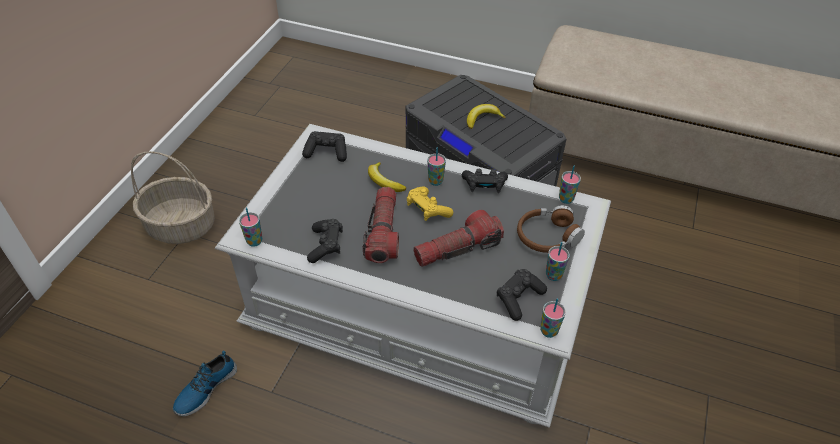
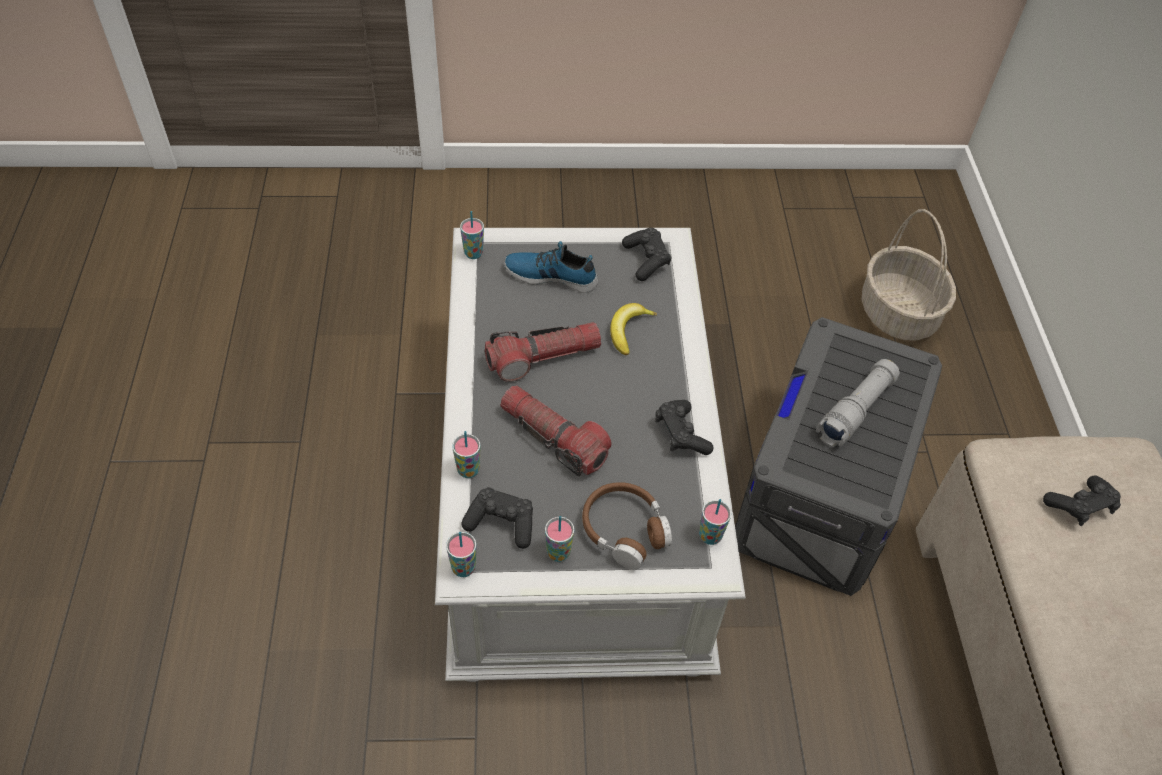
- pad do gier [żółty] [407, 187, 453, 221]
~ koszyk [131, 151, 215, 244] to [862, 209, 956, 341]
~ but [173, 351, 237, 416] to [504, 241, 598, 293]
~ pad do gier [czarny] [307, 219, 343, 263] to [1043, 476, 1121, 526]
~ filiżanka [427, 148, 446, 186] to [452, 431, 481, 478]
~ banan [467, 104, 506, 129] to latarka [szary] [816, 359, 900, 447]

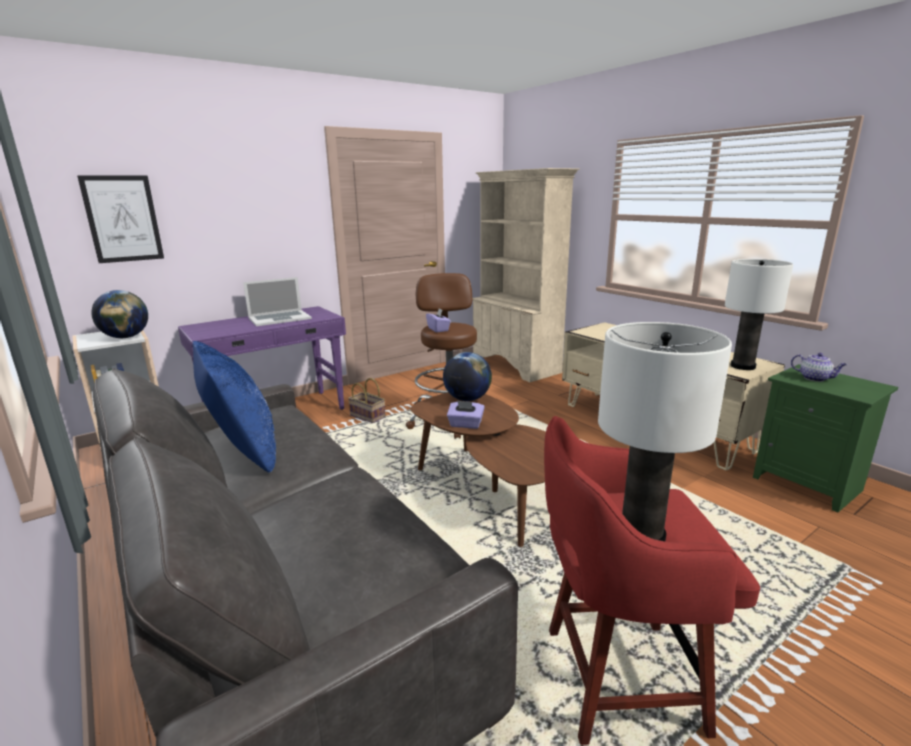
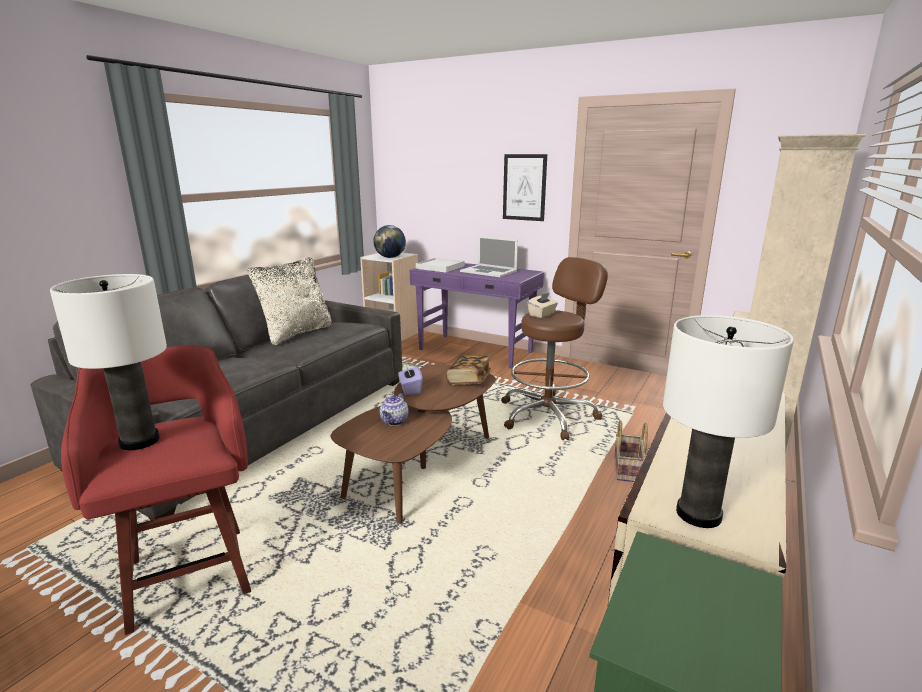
+ taca [biały] [416, 258, 465, 272]
~ obraz [77, 175, 164, 263] to [503, 154, 547, 221]
~ koszyk [348, 378, 386, 423] to [614, 420, 648, 482]
~ imbryk [791, 353, 847, 382] to [379, 393, 409, 426]
~ globus [443, 352, 492, 401] to książka [446, 355, 491, 385]
~ poduszka [niebieski] [192, 341, 276, 473] to poduszka [beżowy] [247, 257, 332, 345]
~ pudełko chusteczek [fioletowy] [426, 308, 451, 332] to pudełko chusteczek [beżowy] [527, 293, 558, 318]

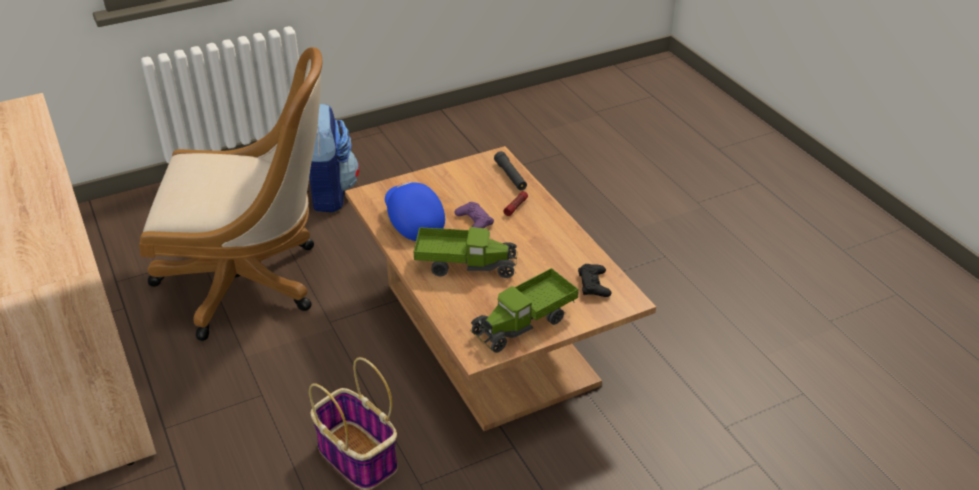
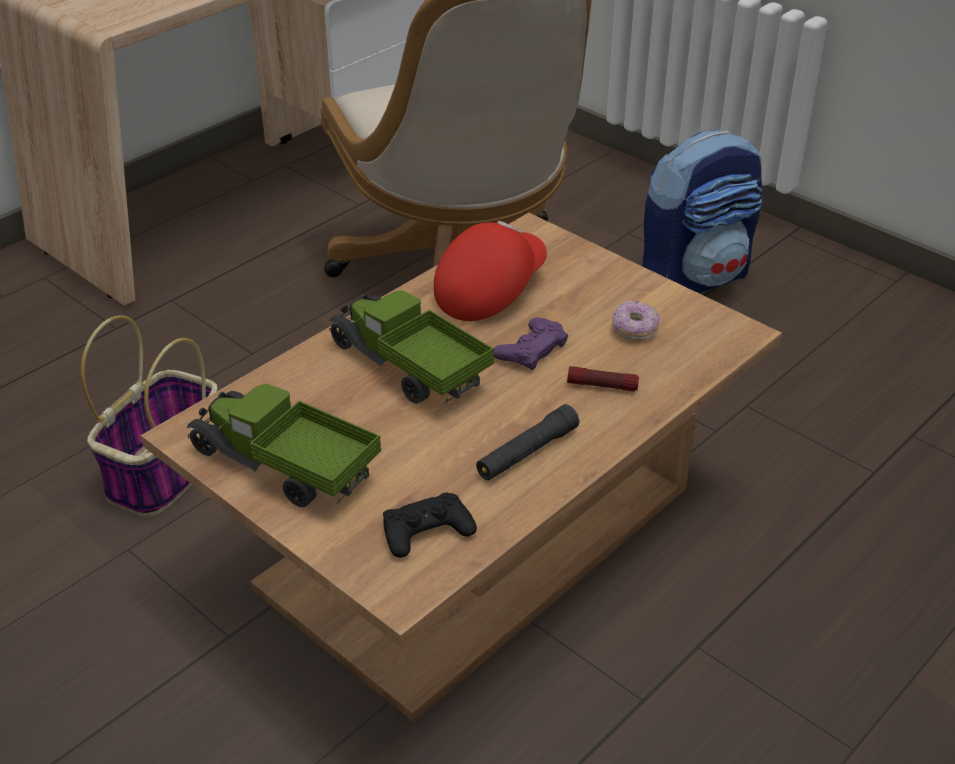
+ donut [612, 300, 660, 341]
~ latarka [czarny] [494, 151, 527, 190] to [476, 404, 579, 480]
~ czapka z daszkiem [niebieski] [385, 182, 445, 241] to czapka z daszkiem [czerwony] [434, 221, 547, 321]
~ ciężarówka zabawkowa [413, 227, 518, 278] = [329, 291, 494, 404] 150 degrees clockwise

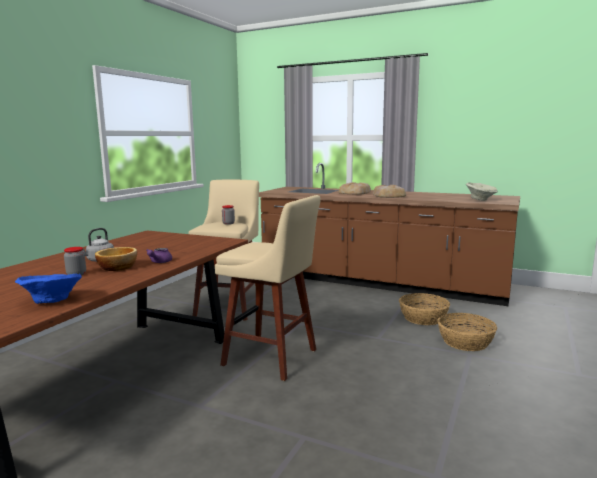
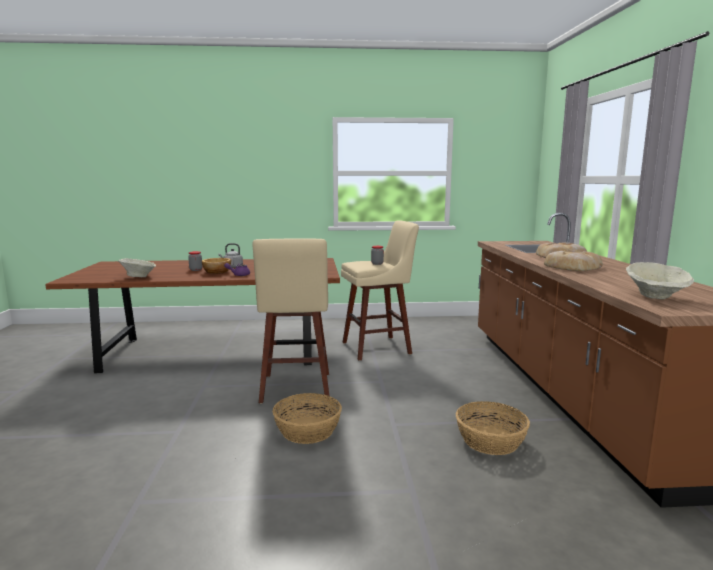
~ koszyk [438, 313, 497, 351] to [272, 393, 342, 444]
~ miska [niebieski] [15, 273, 82, 304] to miska [beżowy] [118, 258, 156, 277]

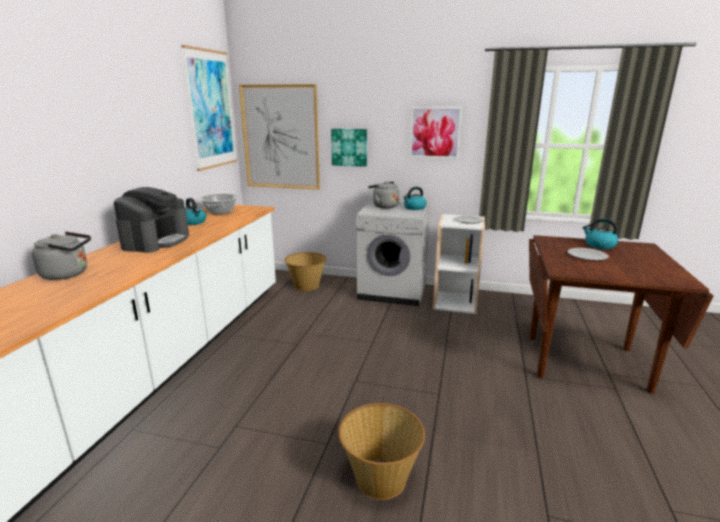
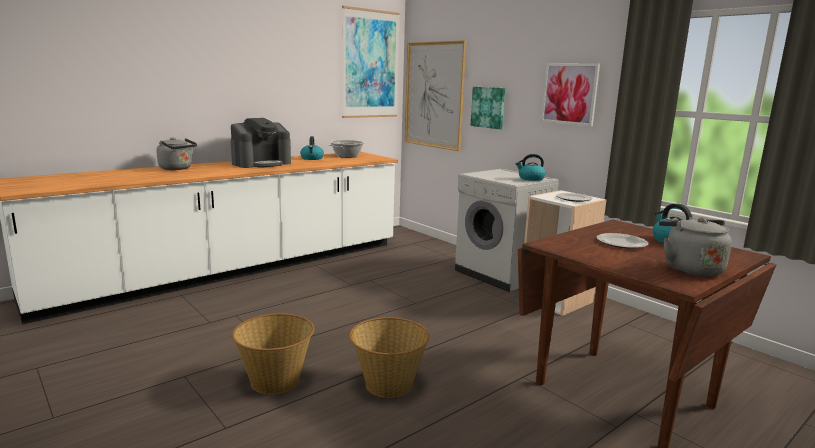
~ koszyk [284, 252, 326, 291] to [349, 317, 429, 398]
~ czajnik [szary] [368, 181, 399, 209] to [659, 218, 732, 277]

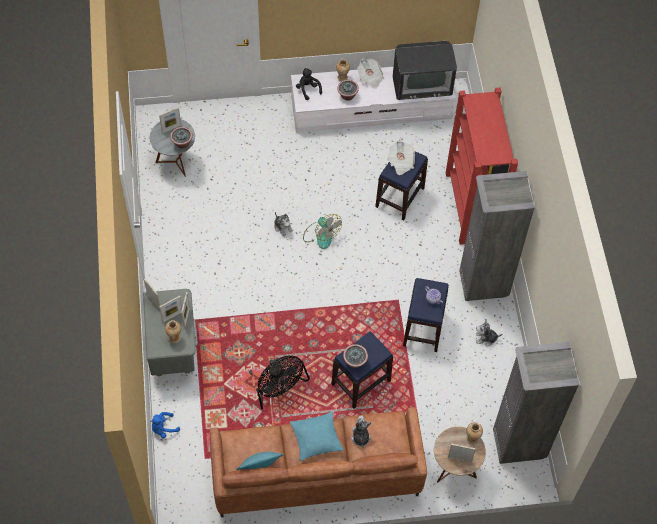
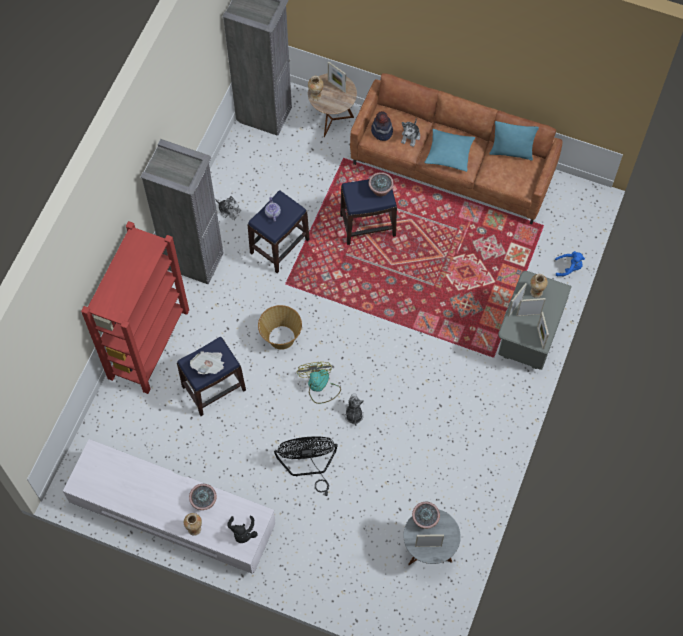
- gazeta [357, 58, 384, 89]
- telewizor [393, 41, 457, 100]
+ koszyk [258, 305, 302, 350]
+ kapelusz [371, 111, 393, 141]
~ wentylator [czarny] [249, 355, 310, 409] to [274, 436, 338, 496]

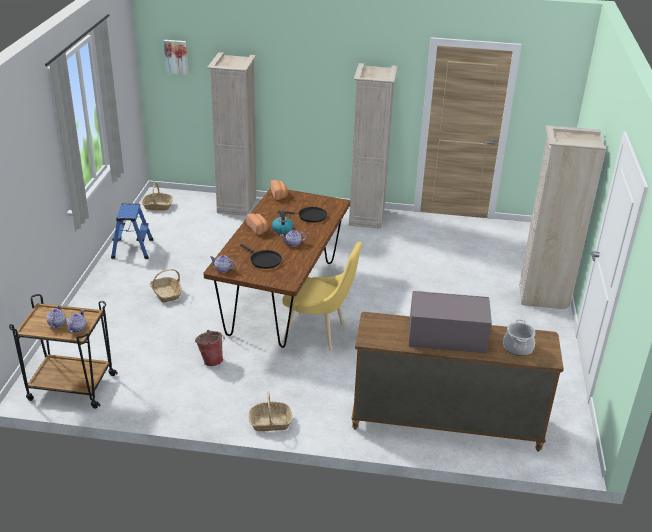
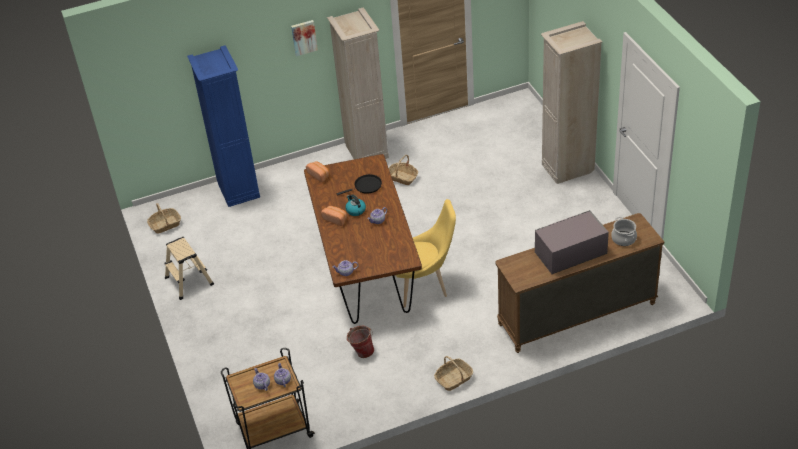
- patelnia [czarny] [240, 244, 282, 269]
~ koszyk [150, 269, 182, 303] to [389, 155, 418, 185]
~ obraz [164, 40, 188, 75] to [291, 20, 318, 56]
~ drabinka [niebieski] [111, 204, 153, 259] to drabinka [beżowy] [164, 236, 214, 300]
~ szafka [beżowy] [208, 52, 256, 216] to szafka [niebieski] [187, 45, 260, 207]

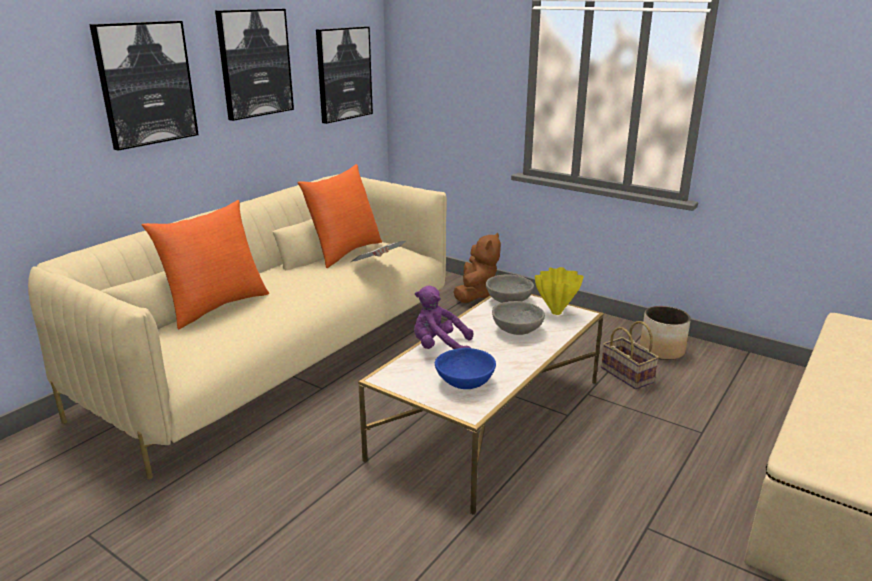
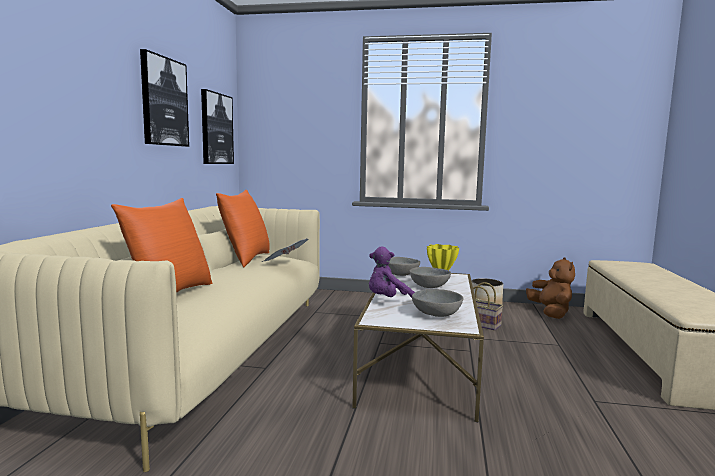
- obraz [89, 21, 199, 151]
~ pluszak [brązowy] [454, 232, 501, 303] to [526, 257, 575, 319]
~ miska [niebieski] [435, 348, 496, 389] to miska [szary] [412, 289, 463, 317]

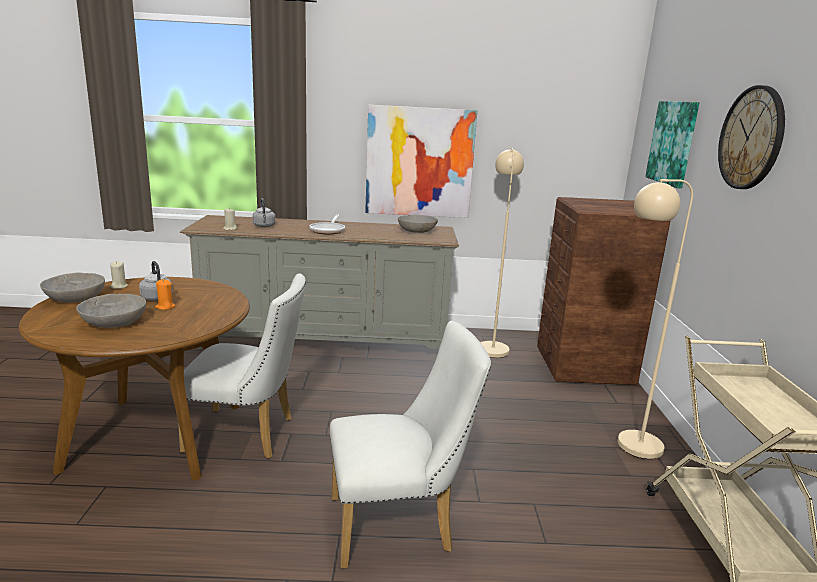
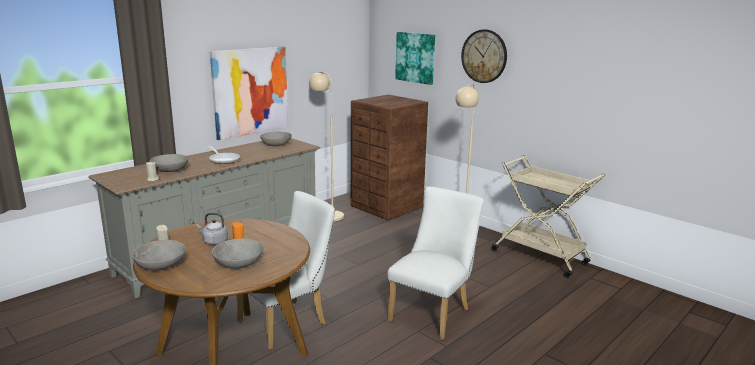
~ czajnik [szary] [252, 198, 275, 227] to miska [szary] [150, 154, 188, 172]

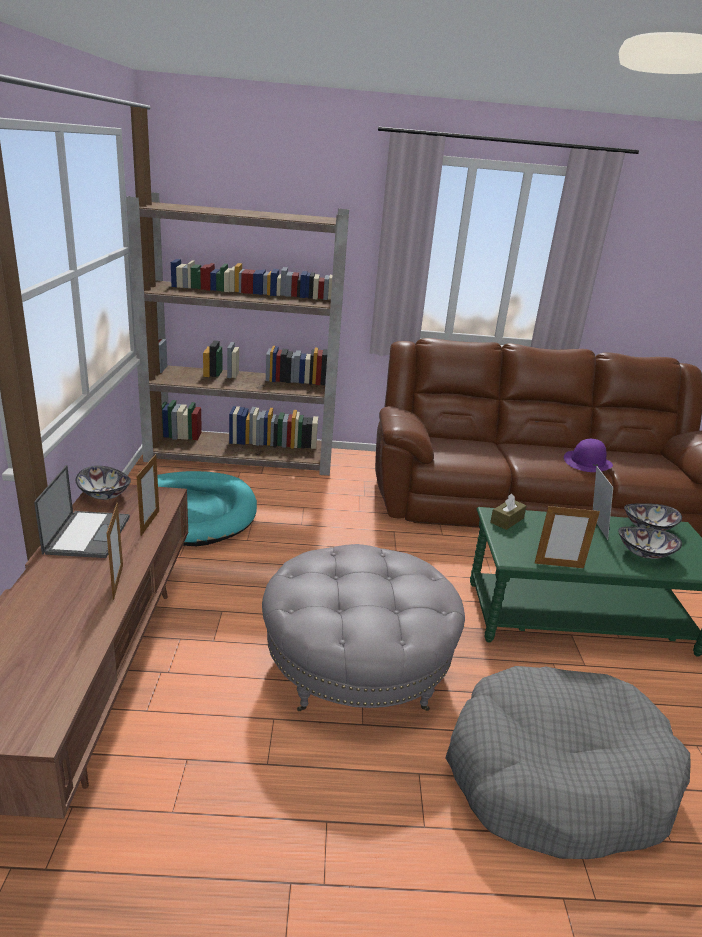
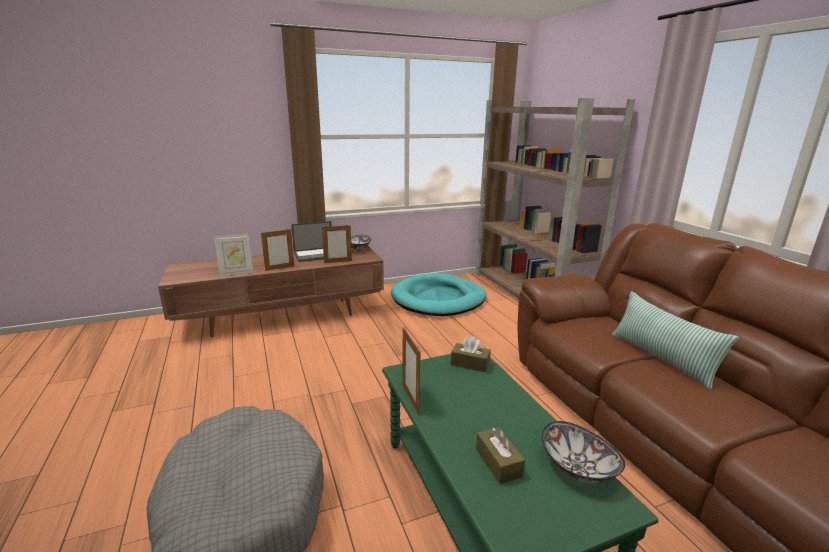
- pufa [szary] [262, 544, 465, 711]
- kapelusz [fioletowy] [564, 439, 613, 472]
+ poduszka [612, 291, 739, 390]
~ ramka na zdjęcie [593, 466, 613, 540] to [214, 234, 253, 276]
~ miska [618, 527, 682, 559] to pudełko chusteczek [brązowy] [476, 428, 525, 484]

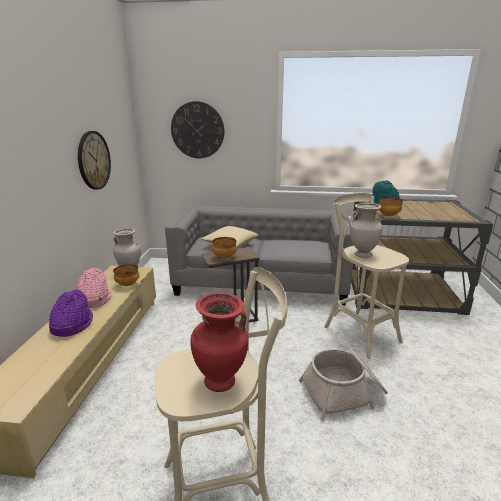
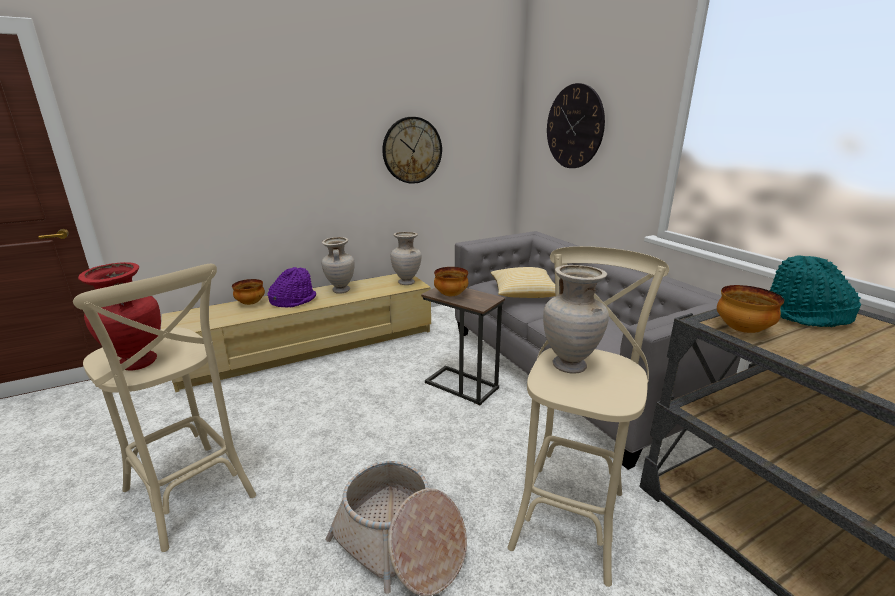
~ miska [113, 264, 139, 286] to [232, 279, 265, 305]
~ kapelusz [różowy] [76, 268, 111, 308] to wazon [beżowy] [322, 237, 355, 294]

